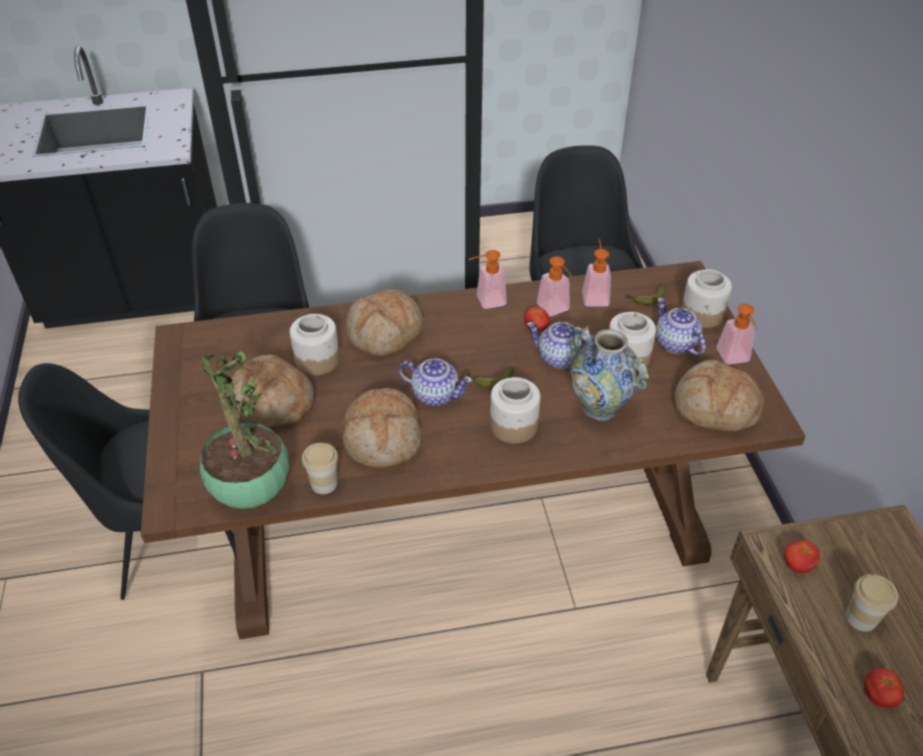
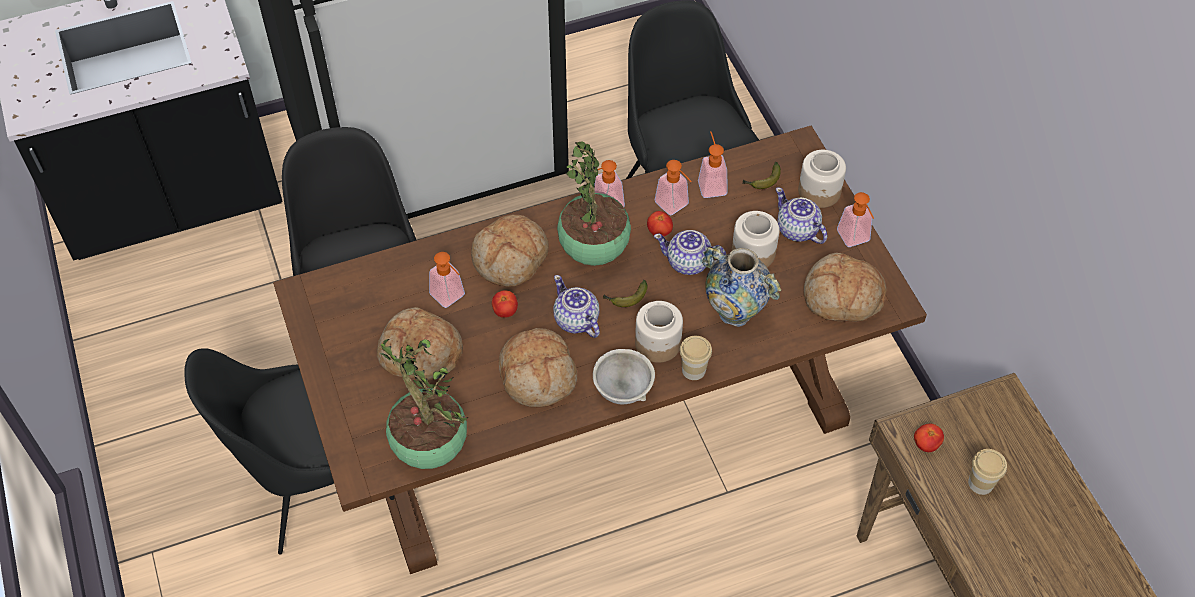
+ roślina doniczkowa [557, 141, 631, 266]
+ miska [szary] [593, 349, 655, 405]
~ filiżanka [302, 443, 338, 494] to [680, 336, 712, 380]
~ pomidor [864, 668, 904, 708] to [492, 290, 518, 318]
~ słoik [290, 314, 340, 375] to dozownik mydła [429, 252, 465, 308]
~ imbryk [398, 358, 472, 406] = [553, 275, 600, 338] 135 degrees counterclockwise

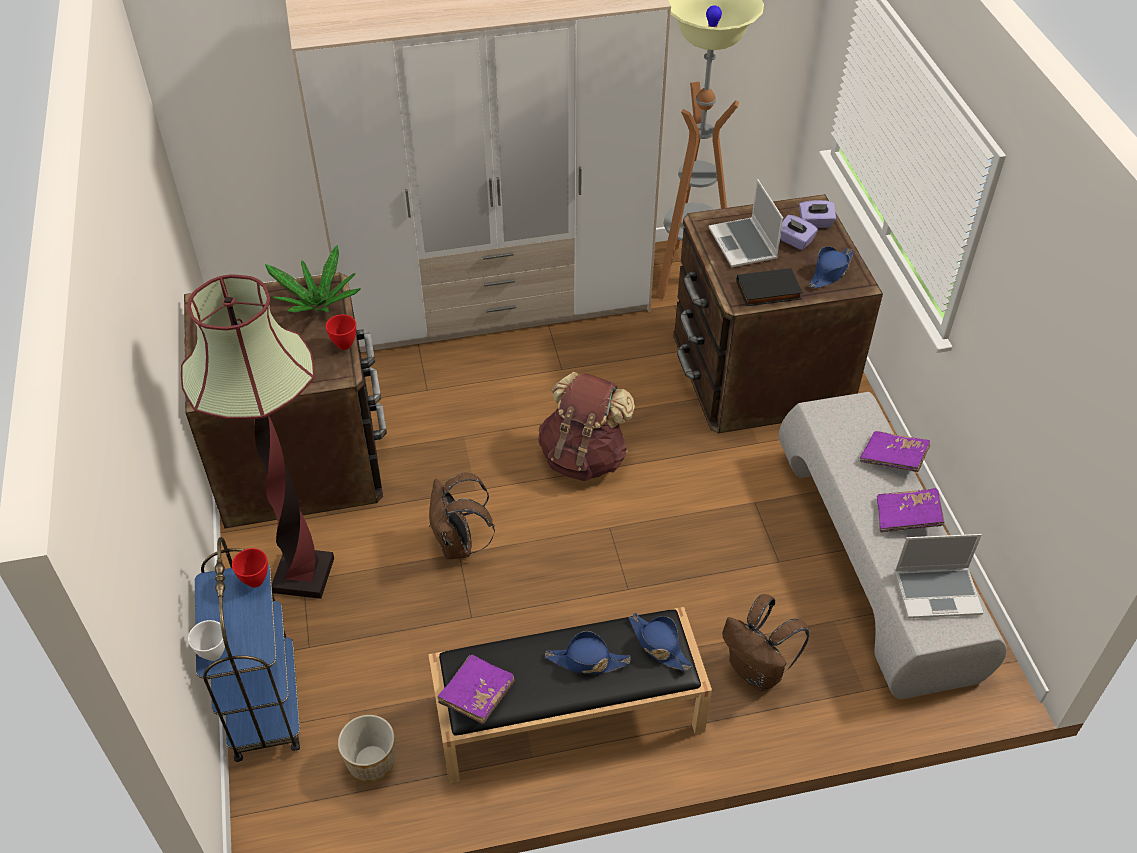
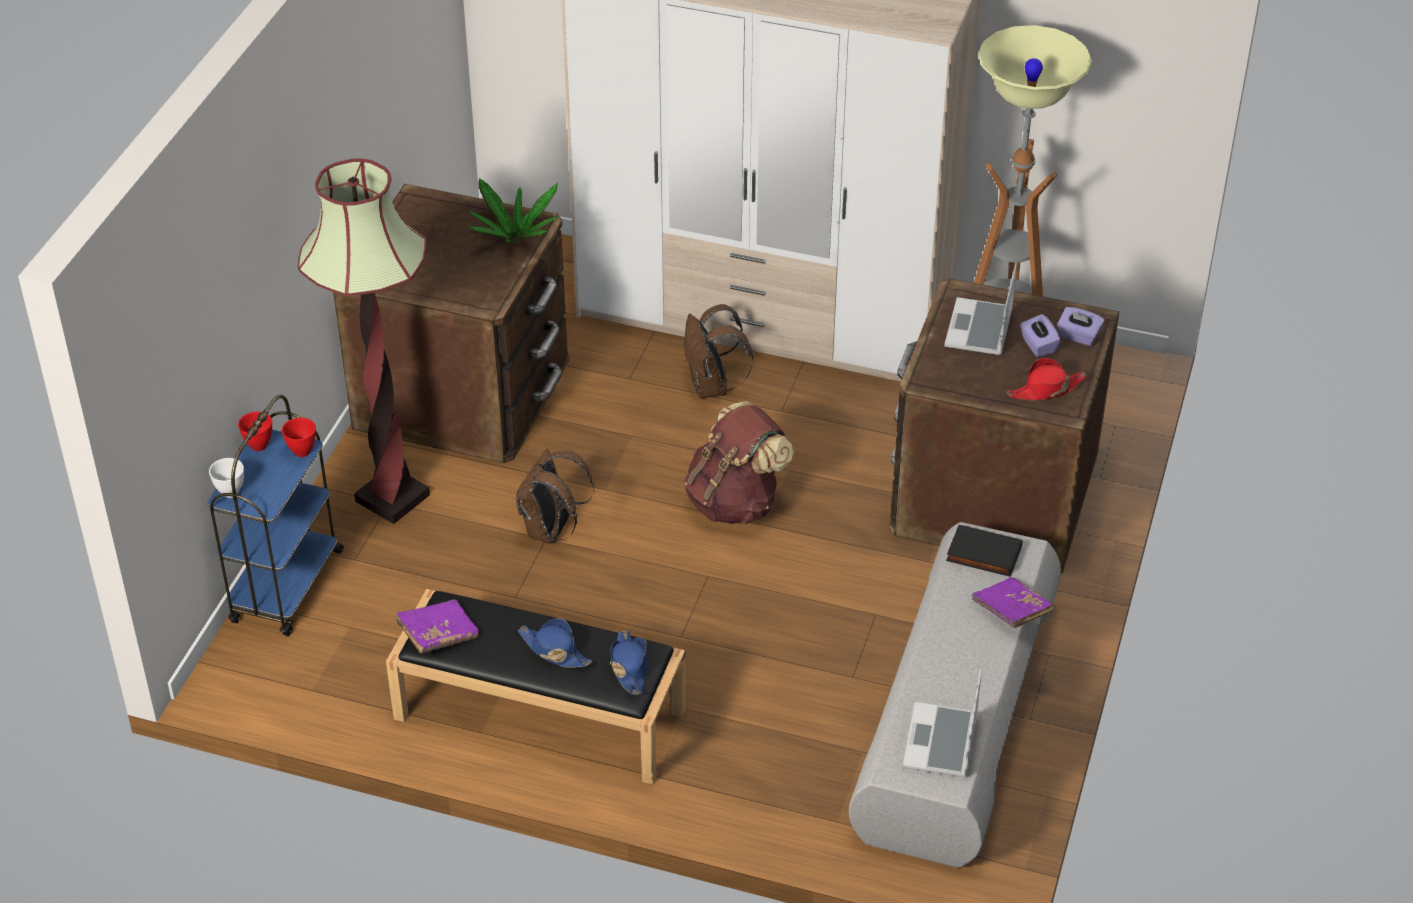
- donica [338, 715, 395, 782]
- książka [fioletowy] [877, 488, 945, 533]
~ miska [czerwony] [326, 314, 356, 350] to [238, 412, 272, 451]
~ plecak [brązowy] [722, 594, 809, 691] to [684, 304, 753, 398]
~ książka [czarny] [736, 268, 803, 306] to [946, 525, 1023, 577]
~ kapelusz [niebieski] [808, 246, 854, 289] to kapelusz [czerwony] [1007, 358, 1087, 401]
~ laptop [895, 534, 983, 618] = [903, 670, 982, 778] 75 degrees clockwise

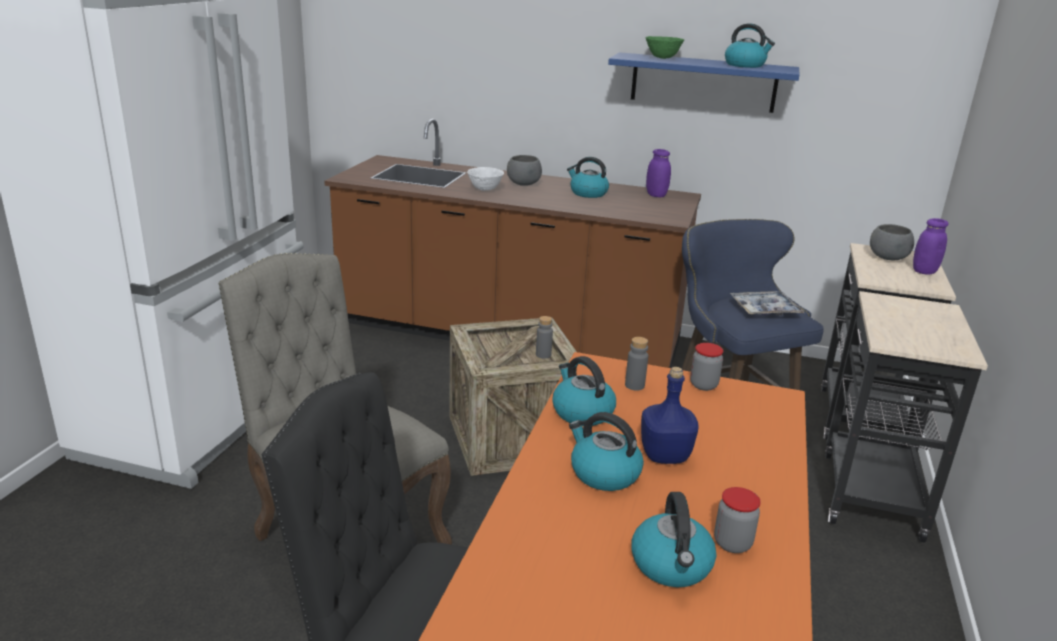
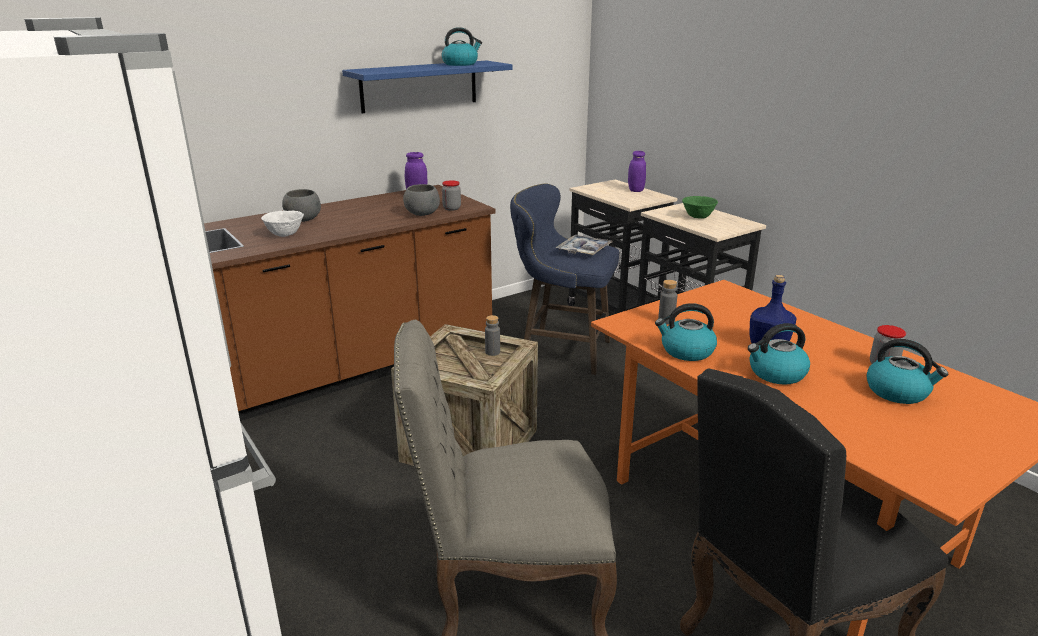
- czajnik [567, 157, 609, 198]
~ miska [zielony] [645, 36, 684, 59] to [682, 196, 718, 218]
~ słoik [690, 343, 723, 391] to [442, 180, 461, 211]
~ miska [szary] [870, 224, 914, 260] to [403, 184, 440, 216]

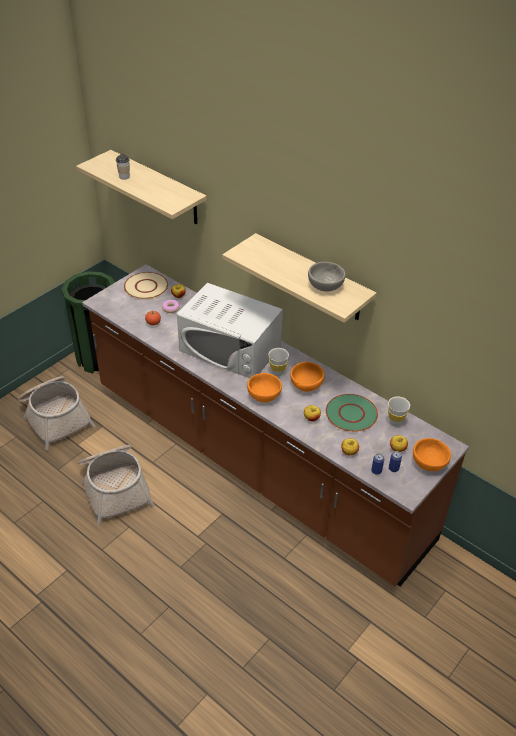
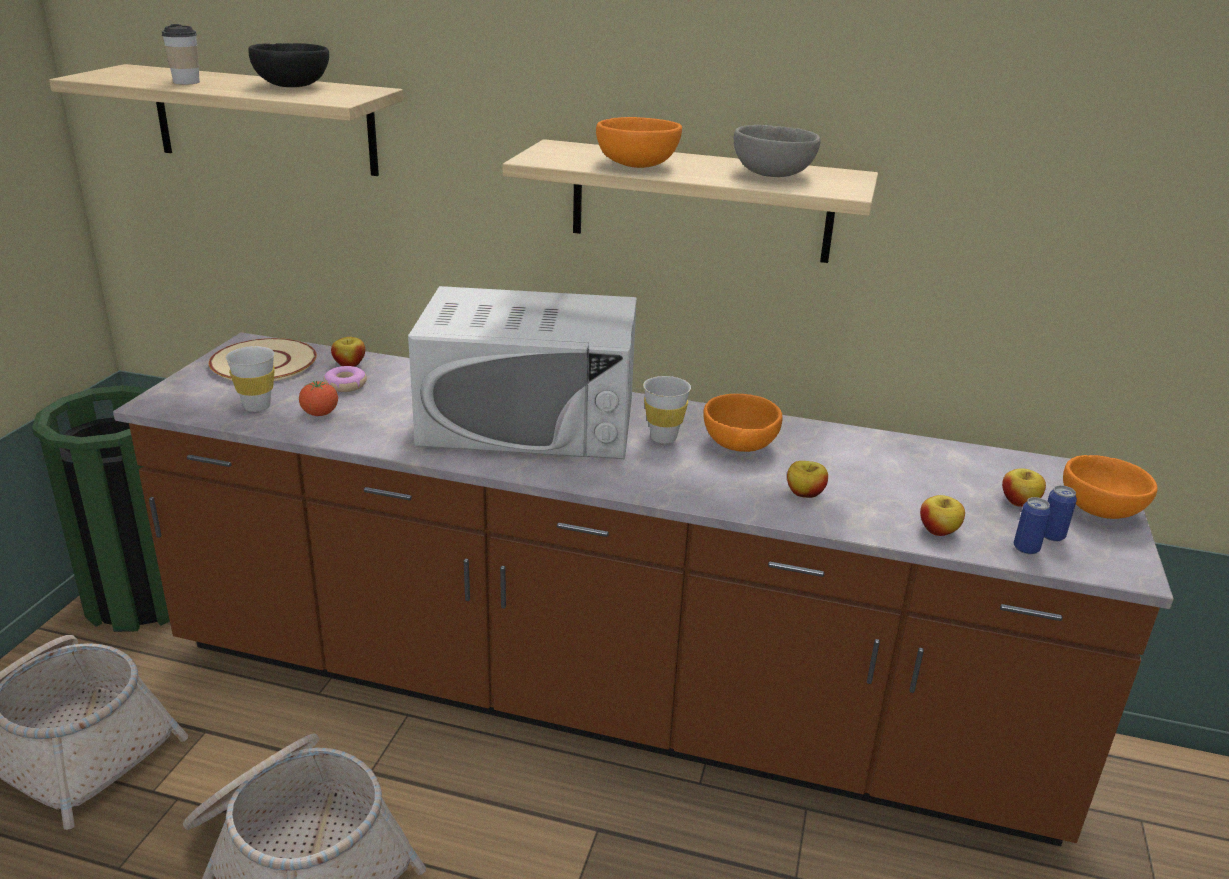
- talerz [zielony] [326, 394, 378, 432]
+ miska [czarny] [248, 43, 329, 87]
~ miska [pomarańczowy] [247, 373, 282, 402] to [596, 117, 682, 168]
~ filiżanka [biały] [388, 396, 410, 427] to [225, 346, 275, 412]

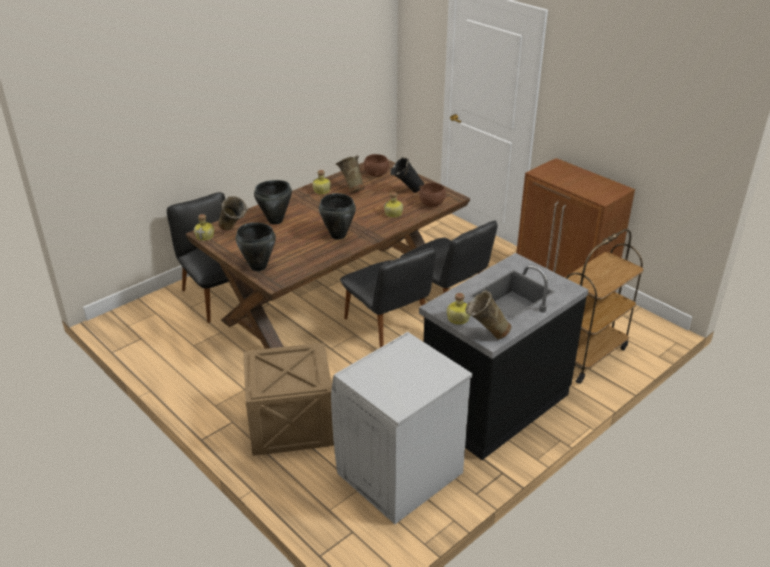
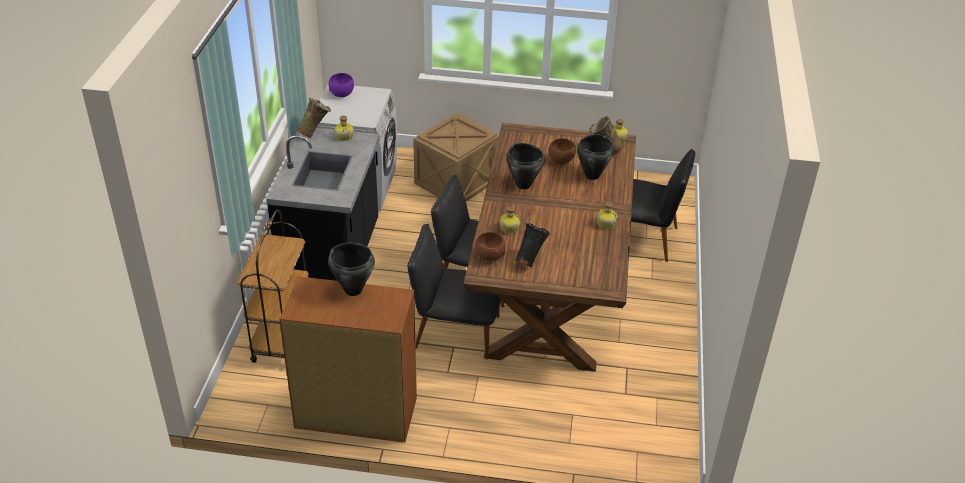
- wazon [beżowy] [335, 156, 364, 193]
+ miska [fioletowy] [329, 73, 354, 97]
~ garnek [czarny] [236, 222, 276, 271] to [328, 243, 375, 296]
~ miska [brązowy] [364, 154, 389, 177] to [548, 138, 576, 164]

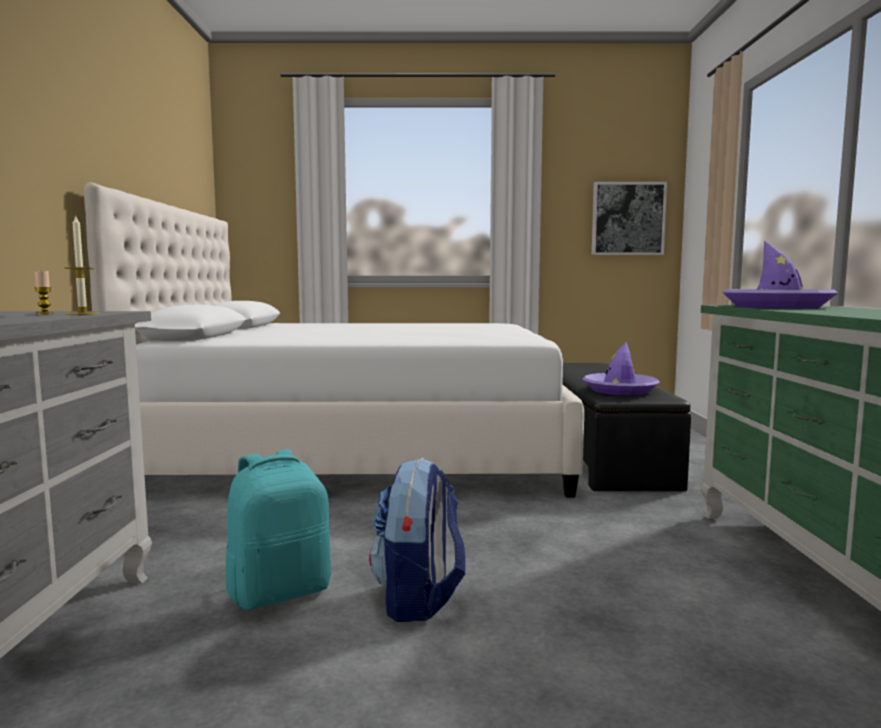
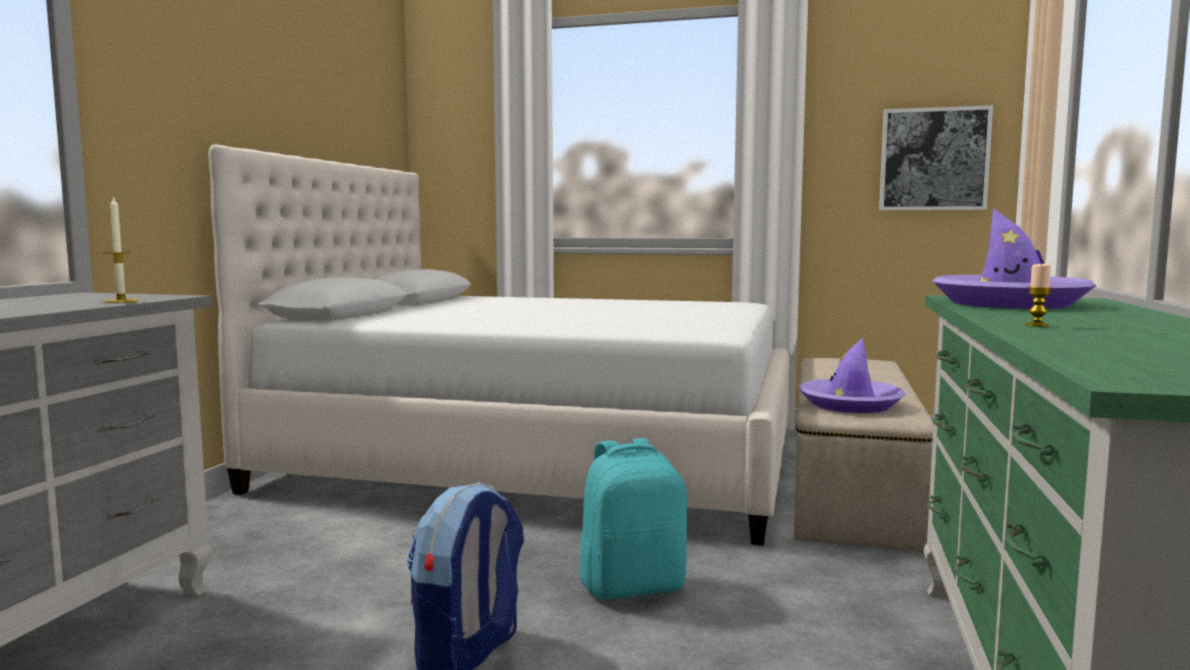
~ świeca [34, 270, 54, 314] to [1025, 263, 1052, 327]
~ plecak [turkusowy] [226, 449, 331, 610] to [580, 438, 687, 600]
~ ławka [czarny] [562, 363, 691, 491] to ławka [beżowy] [794, 358, 934, 552]

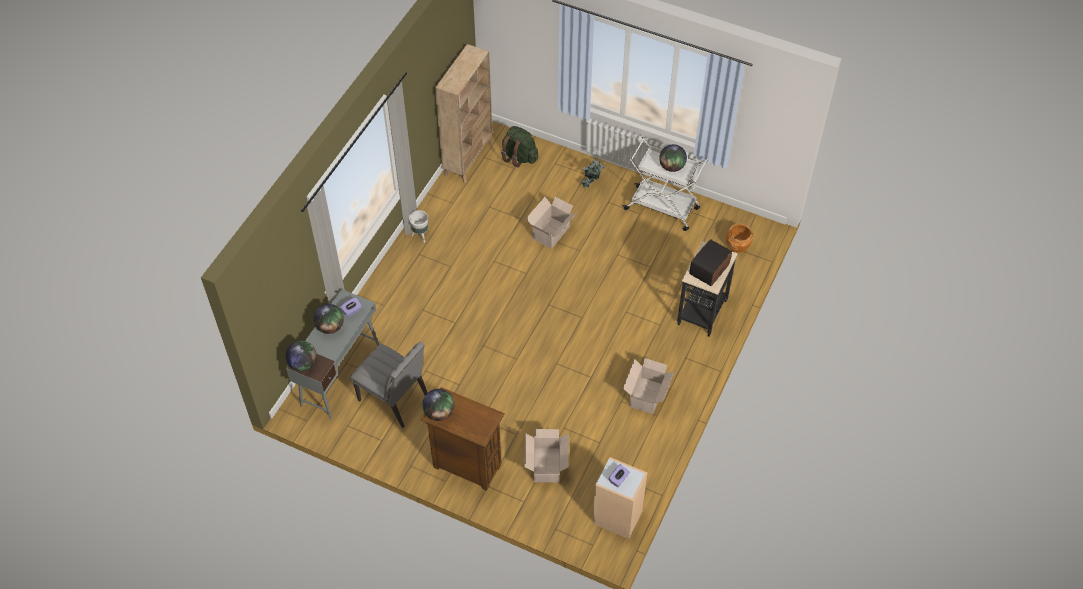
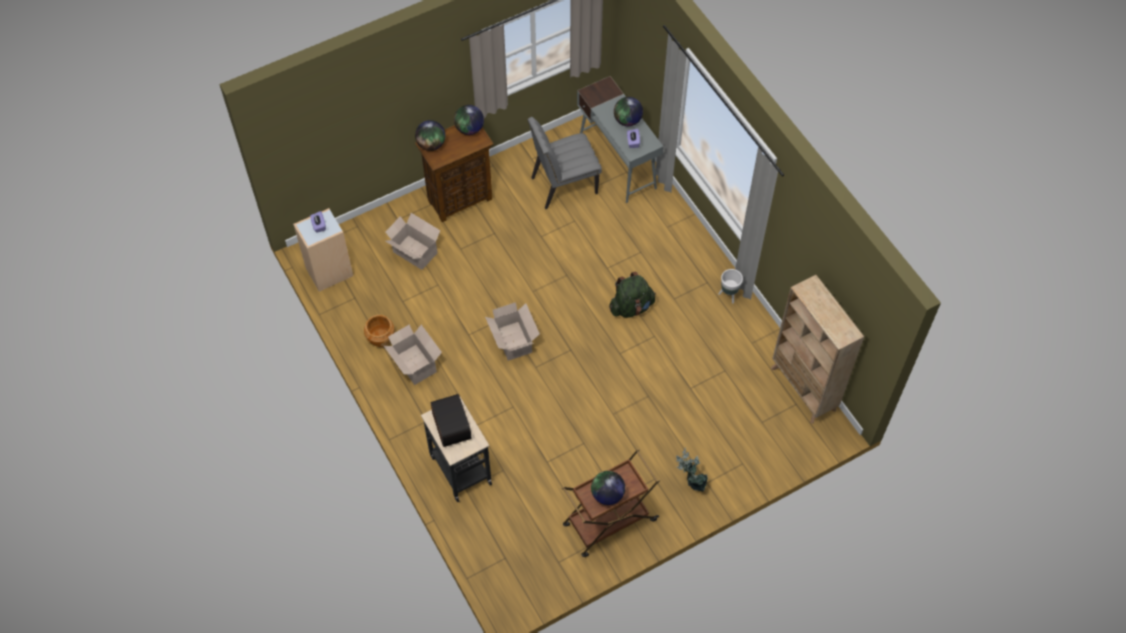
~ globus [286, 341, 317, 371] to [415, 120, 445, 151]
~ plecak [zielony] [501, 126, 538, 167] to [609, 271, 656, 318]
~ karton [526, 197, 576, 249] to [485, 302, 540, 361]
~ donica [brązowy] [726, 223, 753, 253] to [364, 315, 395, 347]
~ wózek [biały] [622, 137, 709, 231] to wózek [brązowy] [561, 449, 660, 557]

